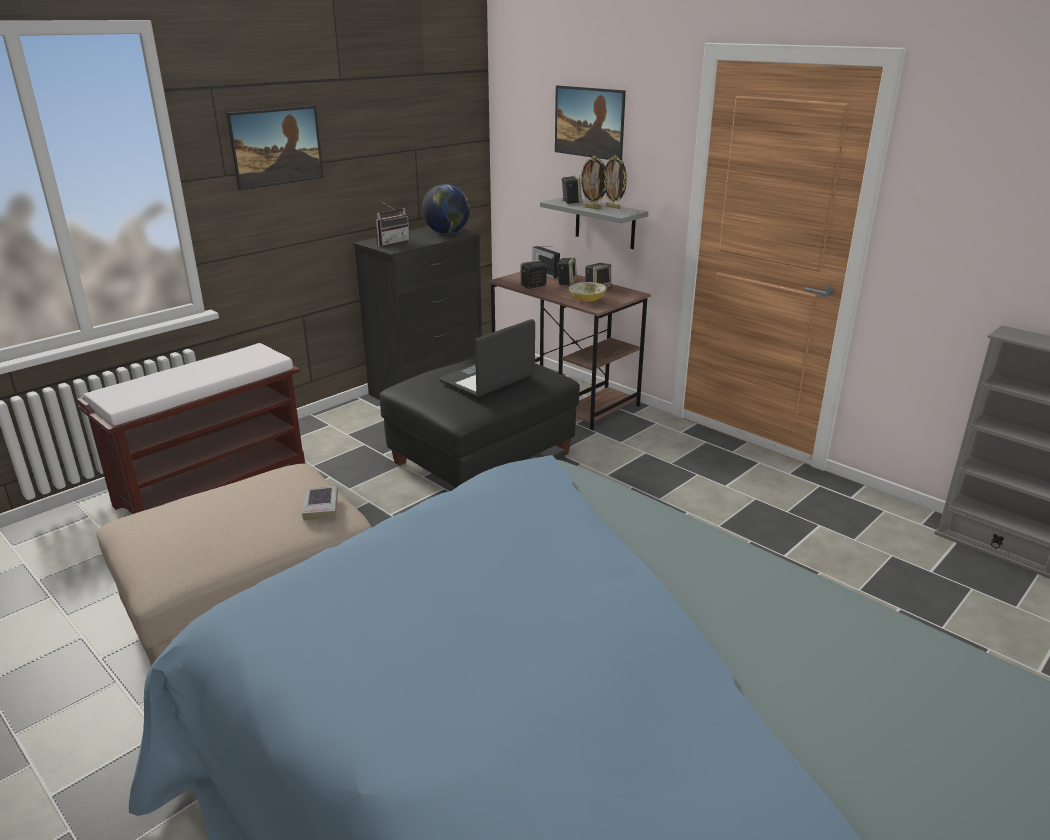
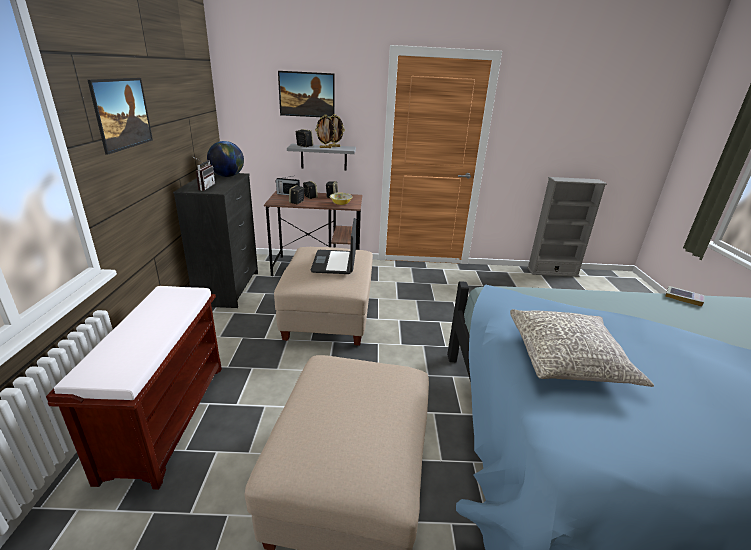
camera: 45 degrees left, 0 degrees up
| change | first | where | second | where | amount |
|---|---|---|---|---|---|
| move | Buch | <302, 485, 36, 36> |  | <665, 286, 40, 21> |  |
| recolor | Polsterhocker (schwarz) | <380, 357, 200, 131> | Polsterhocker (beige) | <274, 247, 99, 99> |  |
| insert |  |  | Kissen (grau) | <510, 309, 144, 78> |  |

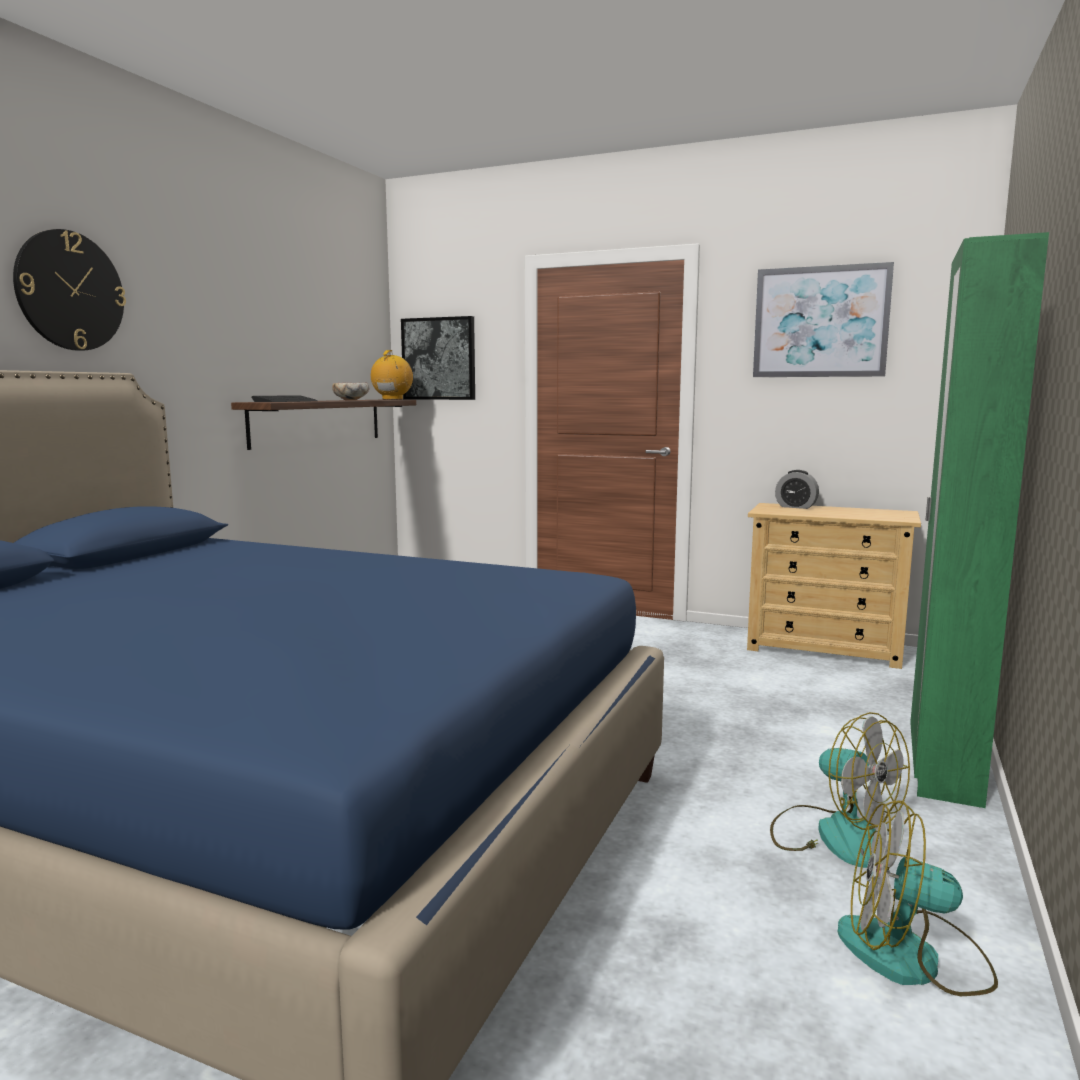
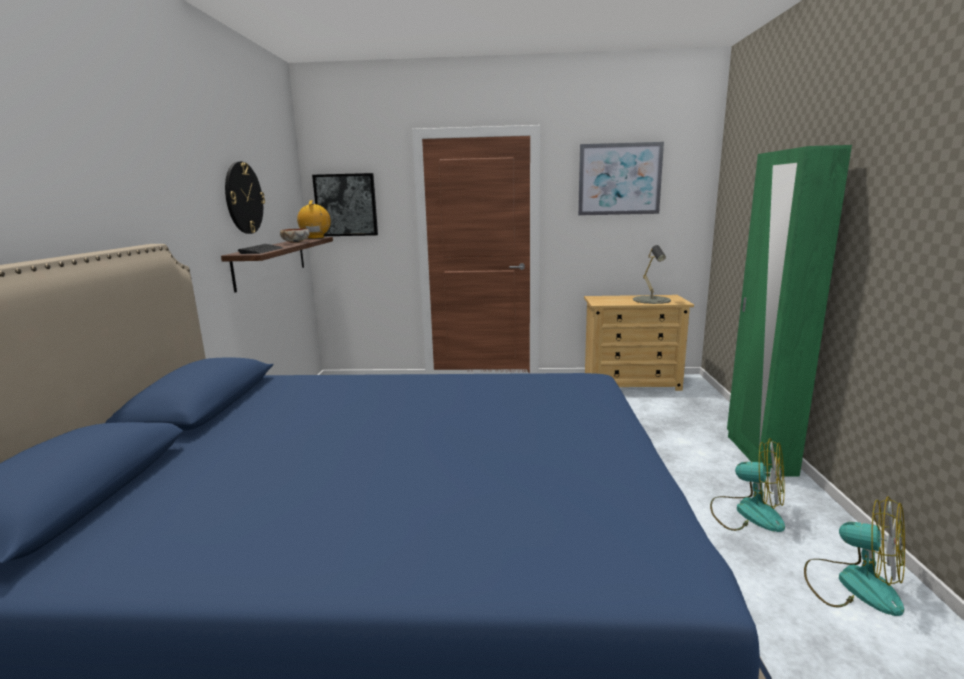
camera: 20 degrees left, 5 degrees up
| change | first | where | second | where | amount |
|---|---|---|---|---|---|
| move | Wanduhr | <13, 229, 113, 122> |  | <225, 161, 40, 73> |  |
| delete | Wecker | <775, 470, 44, 39> |  |  |  |
| rotate | Ventilator | <838, 801, 160, 195> |  | <804, 496, 101, 120> | 135 degrees counterclockwise |
| insert |  |  | Tischlampe (grau) | <633, 245, 38, 59> |  |

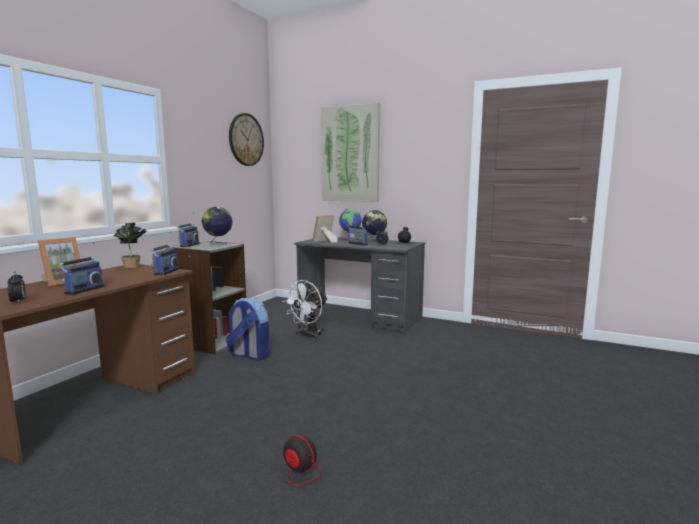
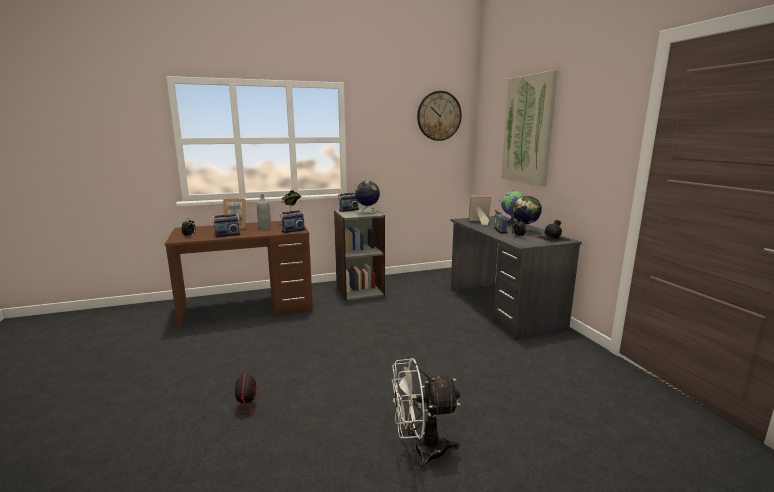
camera: 45 degrees right, 5 degrees up
| change | first | where | second | where | amount |
|---|---|---|---|---|---|
| delete | Rucksack | <226, 298, 44, 62> |  |  |  |
| move | Ventilator (weiß) | <283, 280, 45, 60> |  | <392, 358, 68, 113> |  |
| insert |  |  | Flasche (grau) | <257, 194, 14, 36> |  |

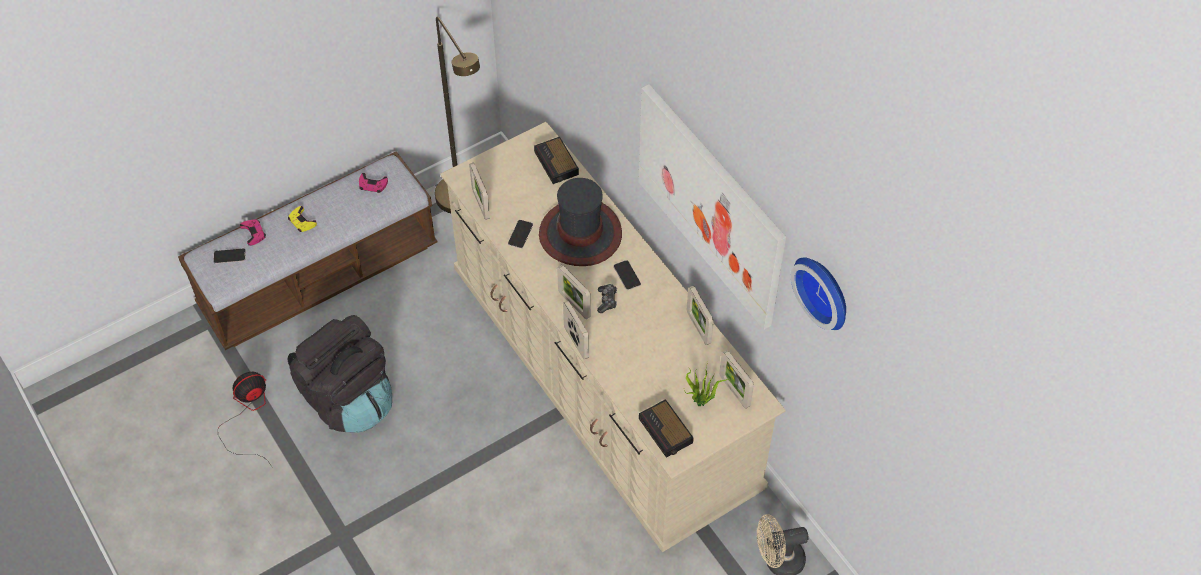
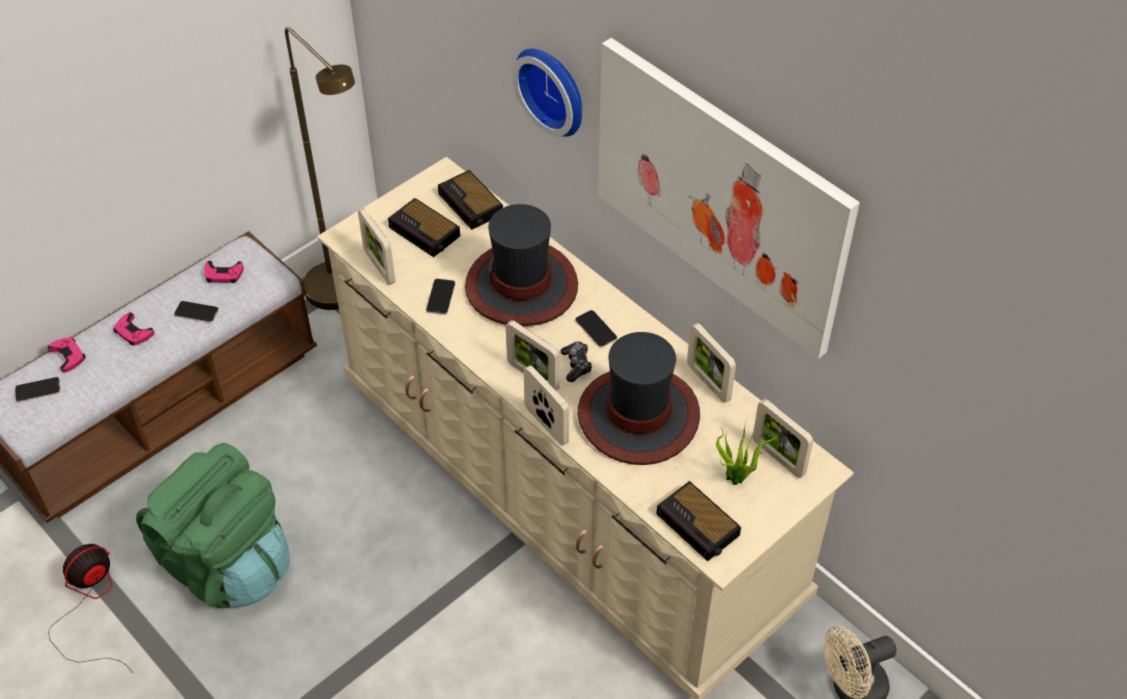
camera: 10 degrees left, 5 degrees down
| change | first | where | second | where | amount |
|---|---|---|---|---|---|
| recolor | Gamepad (gelb) | <288, 206, 29, 26> | Gamepad (rosa) | <113, 312, 42, 33> |  |
| recolor | Rucksack (schwarz) | <288, 315, 104, 118> | Rucksack (grün) | <136, 443, 154, 165> |  |
| move | Wanduhr | <791, 257, 55, 73> |  | <512, 49, 70, 88> |  |
| insert |  |  | Handy | <174, 301, 45, 22> |  |
| insert |  |  | Wecker | <388, 198, 72, 59> |  |
| insert |  |  | Hut | <578, 332, 122, 133> |  |

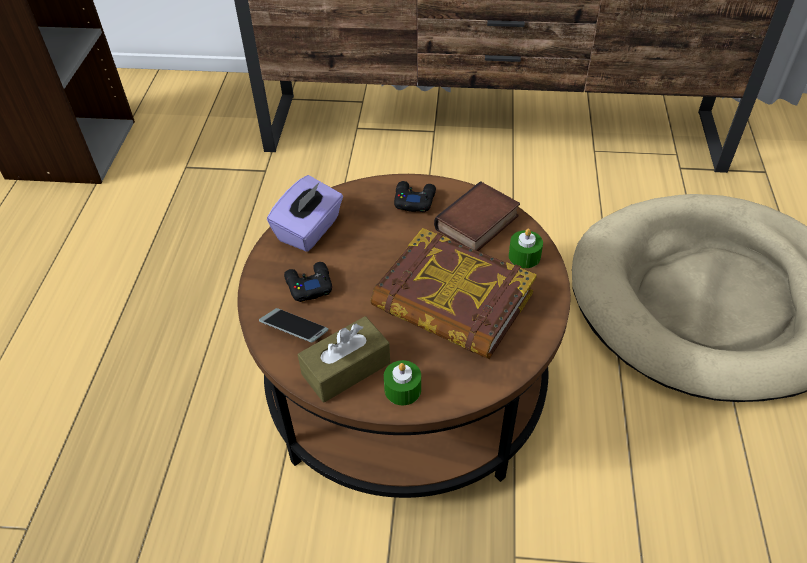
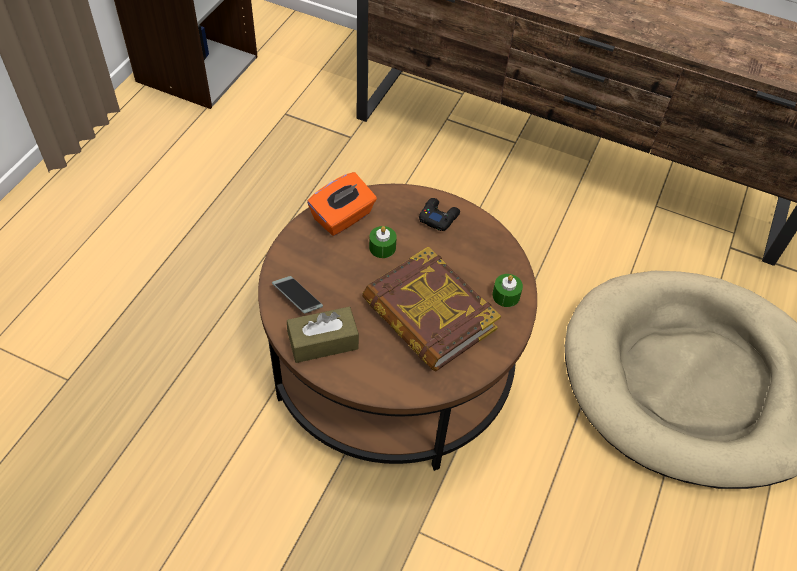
camera: 15 degrees right, 5 degrees up
| change | first | where | second | where | amount |
|---|---|---|---|---|---|
| recolor | Taschentuchbox (lila) | <267, 175, 76, 77> | Taschentuchbox (orange) | <307, 172, 70, 64> |  |
| delete | Gamepad (schwarz) | <284, 262, 48, 40> |  |  |  |
| move | Kerze (grün) | <384, 360, 37, 45> |  | <369, 226, 28, 32> |  |
| delete | Buch | <434, 181, 86, 70> |  |  |  |

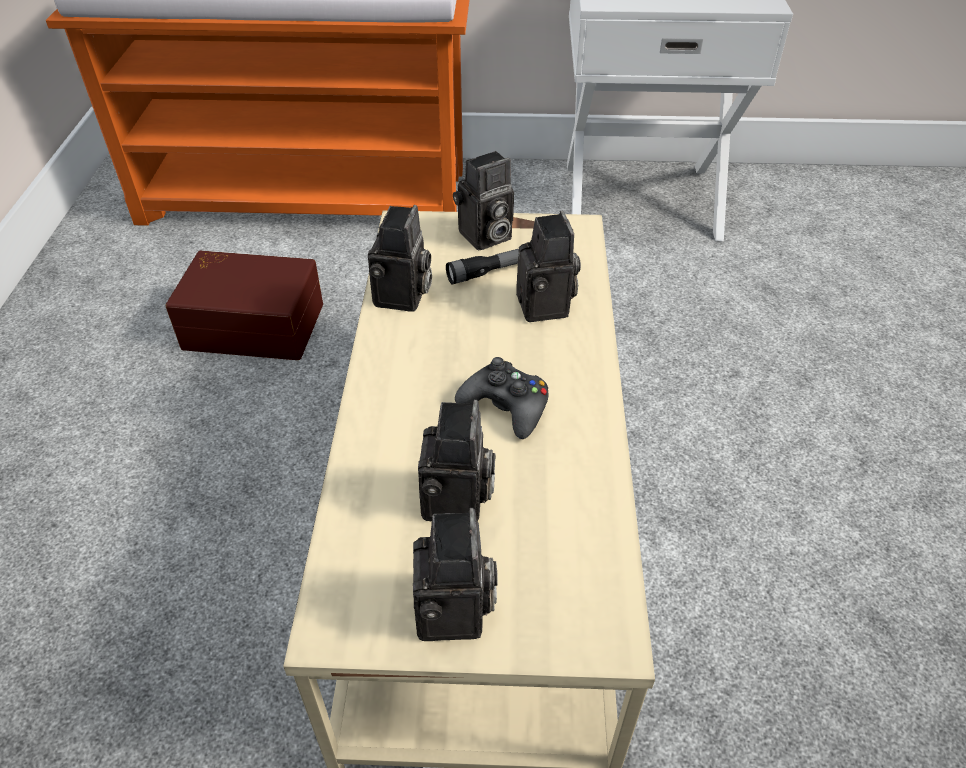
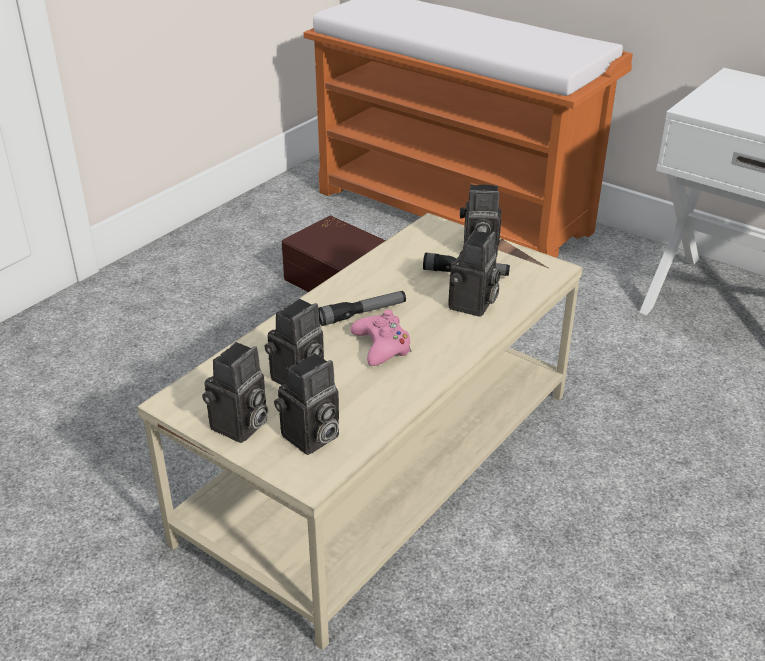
camera: 35 degrees right, 10 degrees down
| change | first | where | second | where | amount |
|---|---|---|---|---|---|
| move | Kamera | <368, 205, 64, 107> |  | <274, 353, 65, 102> |  |
| recolor | Gamepad (schwarz) | <455, 357, 94, 82> | Gamepad (rosa) | <351, 310, 60, 56> |  |
| insert |  |  | Taschenlampe | <318, 291, 88, 35> |  |

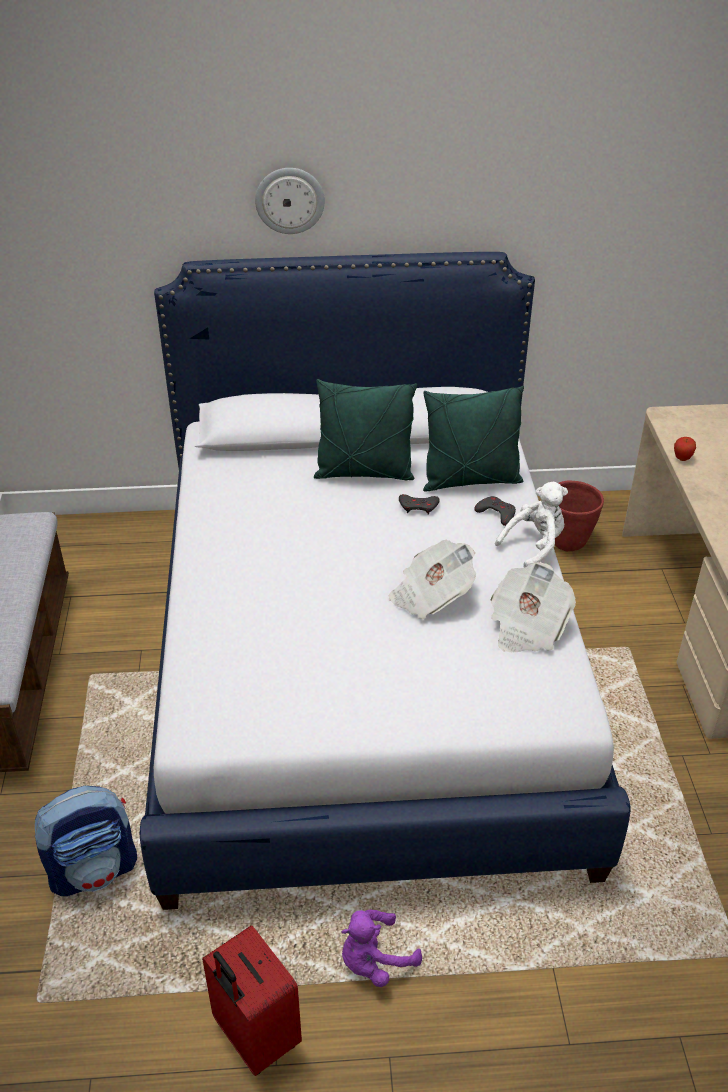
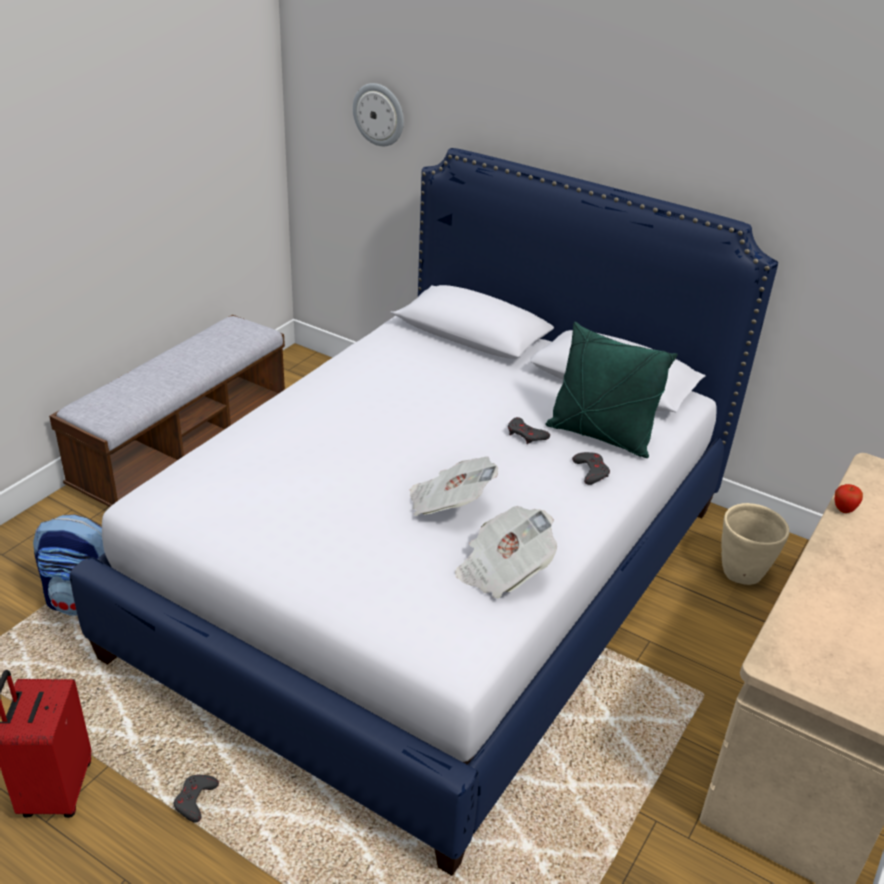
camera: 35 degrees right, 5 degrees down
| change | first | where | second | where | amount |
|---|---|---|---|---|---|
| move | Wanduhr | <255, 168, 70, 66> |  | <353, 83, 51, 63> |  |
| delete | Kissen (grün) | <314, 379, 103, 101> |  |  |  |
| replace | Plüschtier (lila) | <341, 910, 81, 77> | Gamepad (grau) | <174, 775, 45, 48> |  |
| delete | Plüschtier (weiß) | <495, 482, 73, 85> |  |  |  |
| recolor | Pflanzkübel (rot) | <555, 481, 49, 70> | Pflanzkübel (beige) | <722, 503, 68, 82> |  |

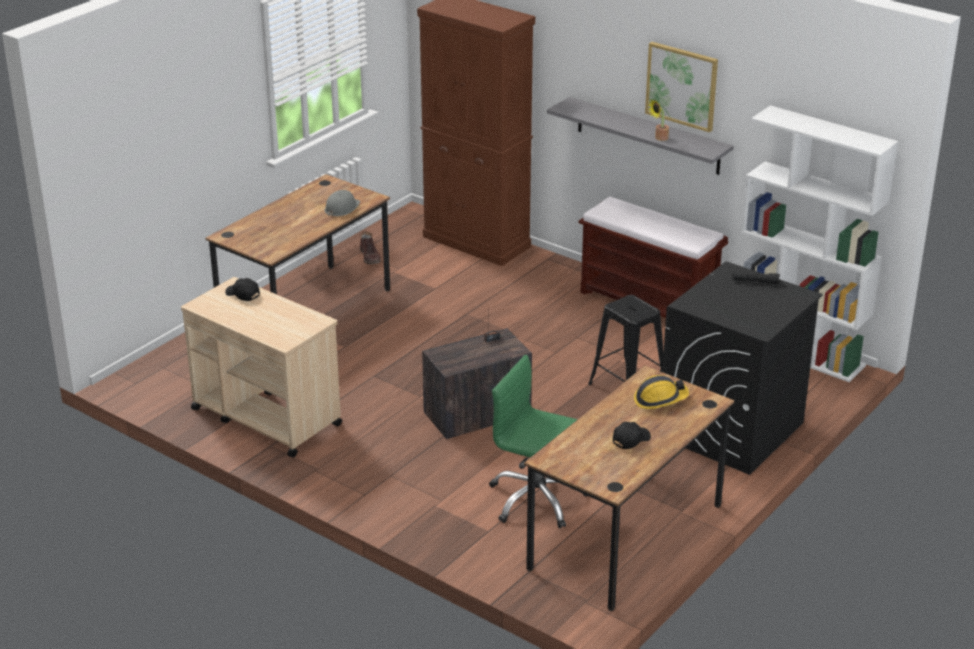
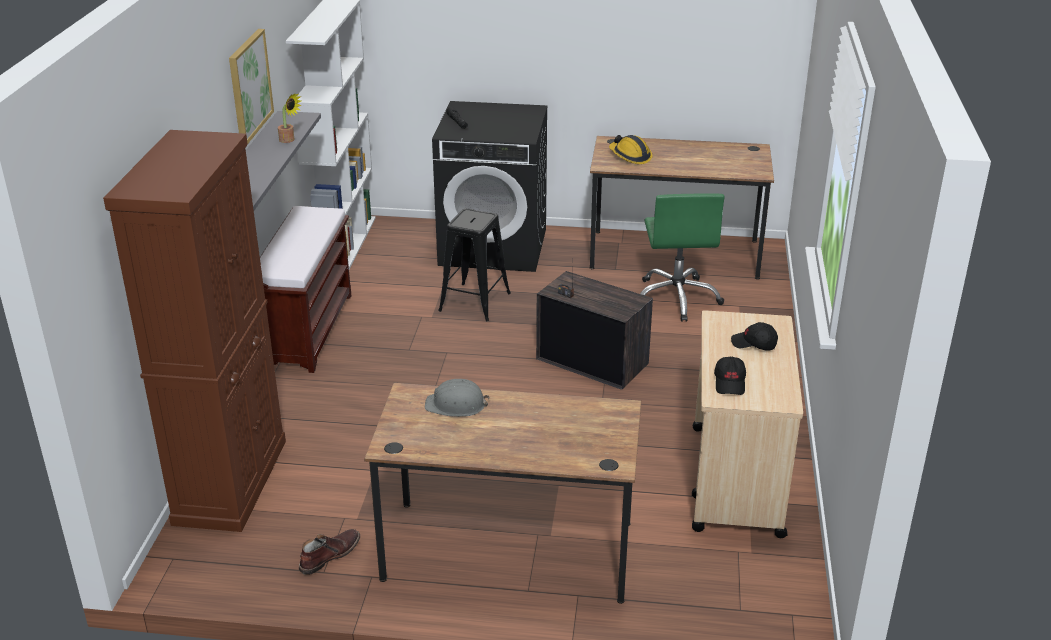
camera: 120 degrees left, 0 degrees up
| change | first | where | second | where | amount |
|---|---|---|---|---|---|
| move | Kappe (schwarz) | <613, 422, 38, 27> |  | <731, 322, 47, 28> |  |

